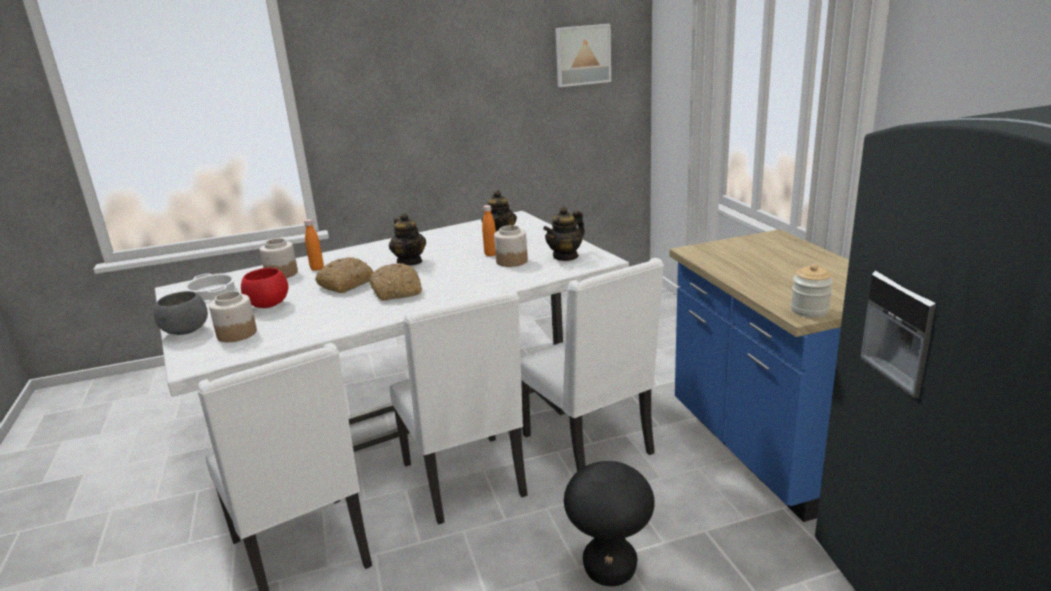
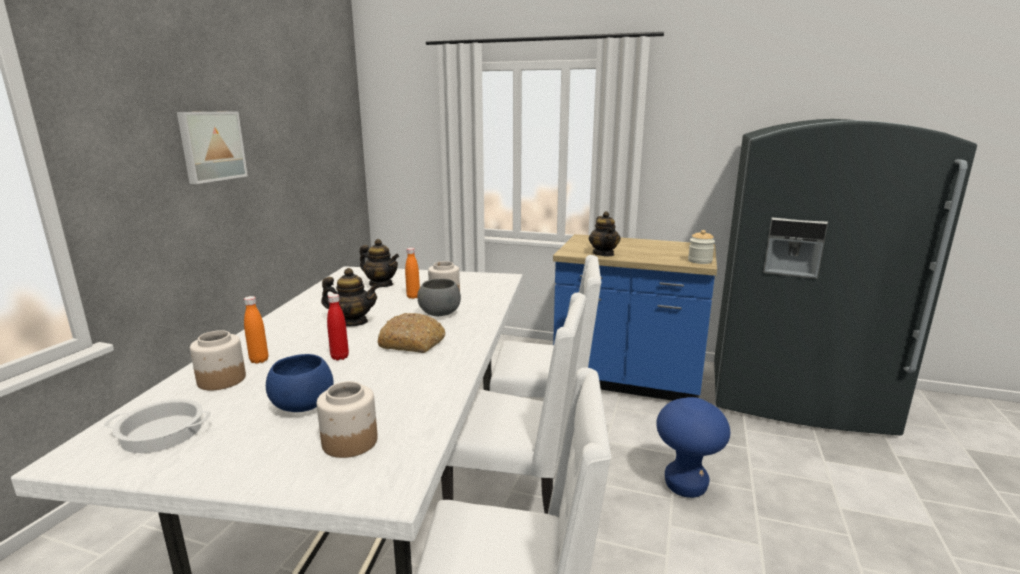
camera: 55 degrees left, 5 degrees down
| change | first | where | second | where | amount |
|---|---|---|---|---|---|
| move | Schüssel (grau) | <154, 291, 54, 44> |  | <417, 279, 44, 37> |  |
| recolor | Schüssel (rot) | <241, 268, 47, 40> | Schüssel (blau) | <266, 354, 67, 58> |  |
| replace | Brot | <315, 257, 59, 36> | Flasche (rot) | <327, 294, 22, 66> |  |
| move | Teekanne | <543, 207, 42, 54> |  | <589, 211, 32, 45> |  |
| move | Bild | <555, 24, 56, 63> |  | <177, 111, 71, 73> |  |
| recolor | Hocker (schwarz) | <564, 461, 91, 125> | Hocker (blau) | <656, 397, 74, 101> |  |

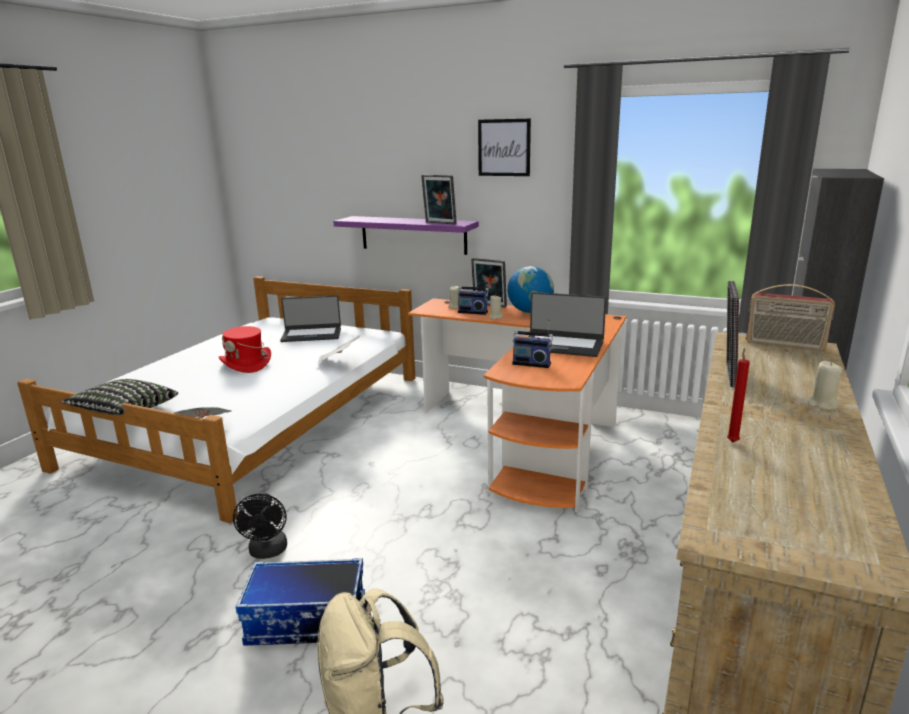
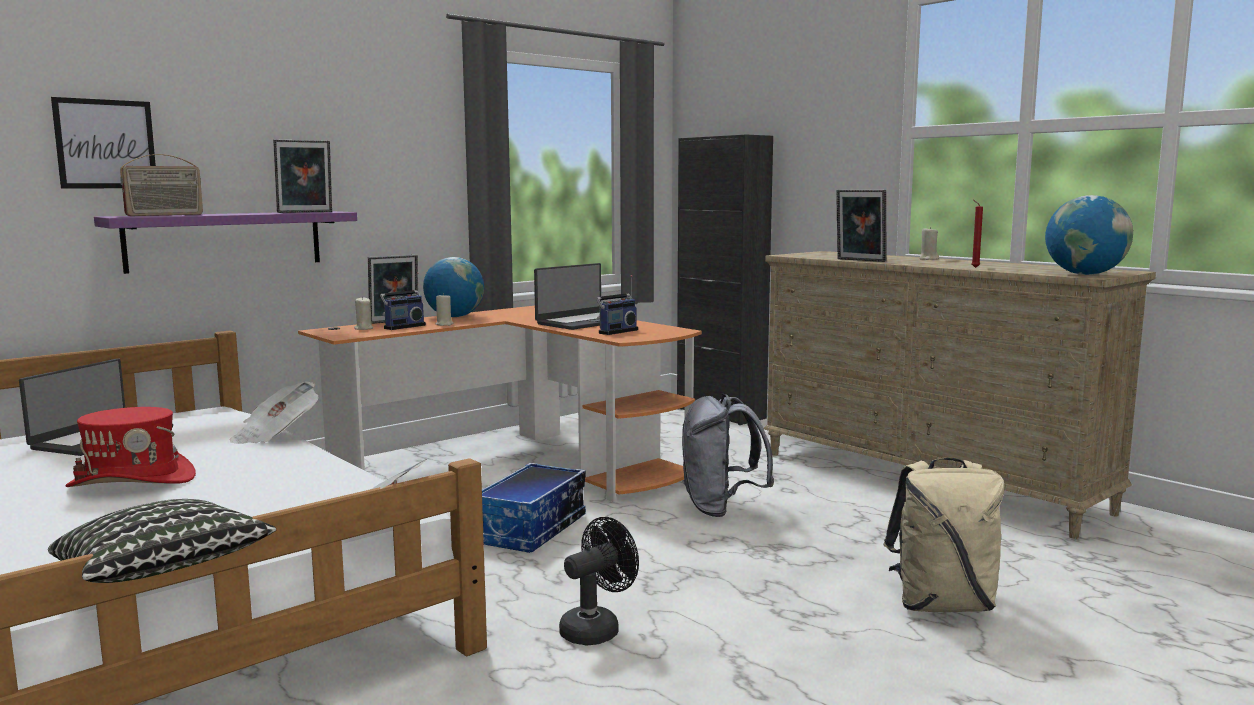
camera: 65 degrees left, 10 degrees down
| change | first | where | second | where | amount |
|---|---|---|---|---|---|
| rotate | Ventilator (schwarz) | <233, 493, 54, 66> |  | <559, 517, 80, 129> | 60 degrees counterclockwise |
| move | Aufbewahrungsbox | <236, 558, 129, 88> |  | <482, 463, 104, 90> |  |
| move | Bild | <478, 119, 53, 57> |  | <51, 97, 105, 92> |  |
| move | Radio | <746, 284, 89, 67> |  | <120, 154, 83, 62> |  |
| insert |  |  | Rucksack (grau) | <682, 394, 92, 123> |  |
| insert |  |  | Globus | <1045, 195, 88, 80> |  |

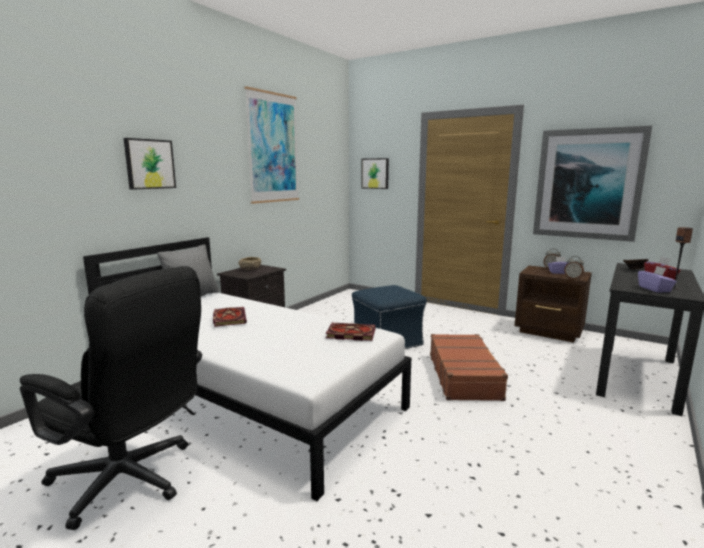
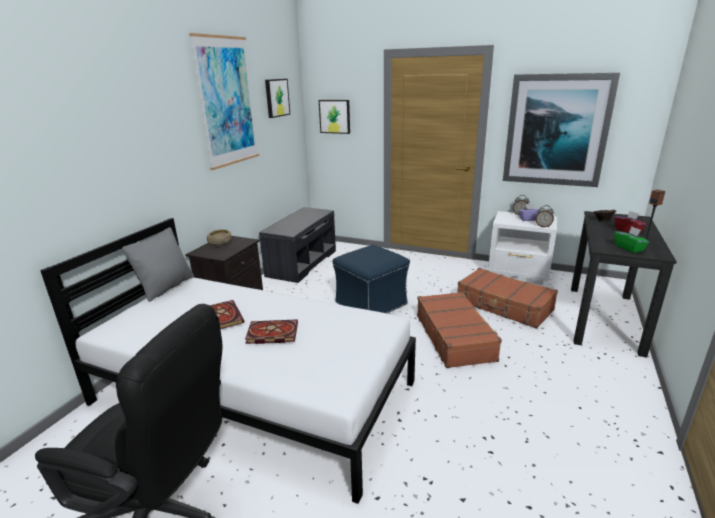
camera: 10 degrees left, 10 degrees up
| change | first | where | second | where | amount |
|---|---|---|---|---|---|
| move | Bild | <124, 138, 52, 52> |  | <265, 79, 25, 39> |  |
| move | Buch | <326, 323, 50, 18> |  | <245, 319, 53, 25> |  |
| recolor | Nachttisch (braun) | <515, 266, 77, 77> | Nachttisch (weiß) | <488, 211, 69, 74> |  |
| recolor | Taschentuchbox (lila) | <638, 266, 39, 27> | Taschentuchbox (grün) | <614, 227, 35, 26> |  |
| insert |  |  | Bank (grau) | <259, 207, 77, 76> |  |
| insert |  |  | Koffer (braun) | <457, 268, 101, 61> |  |

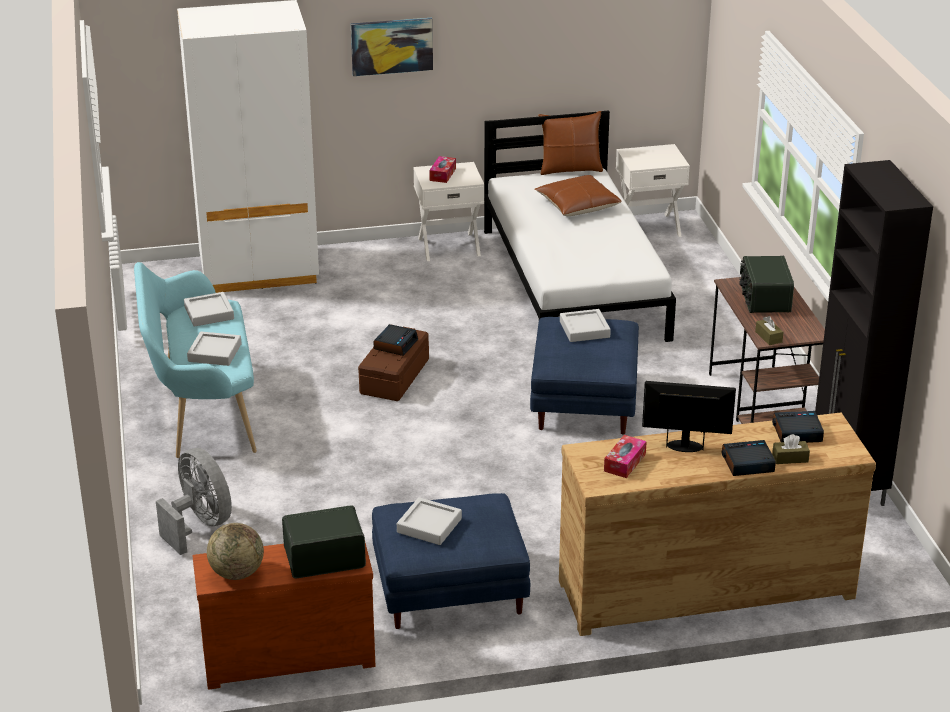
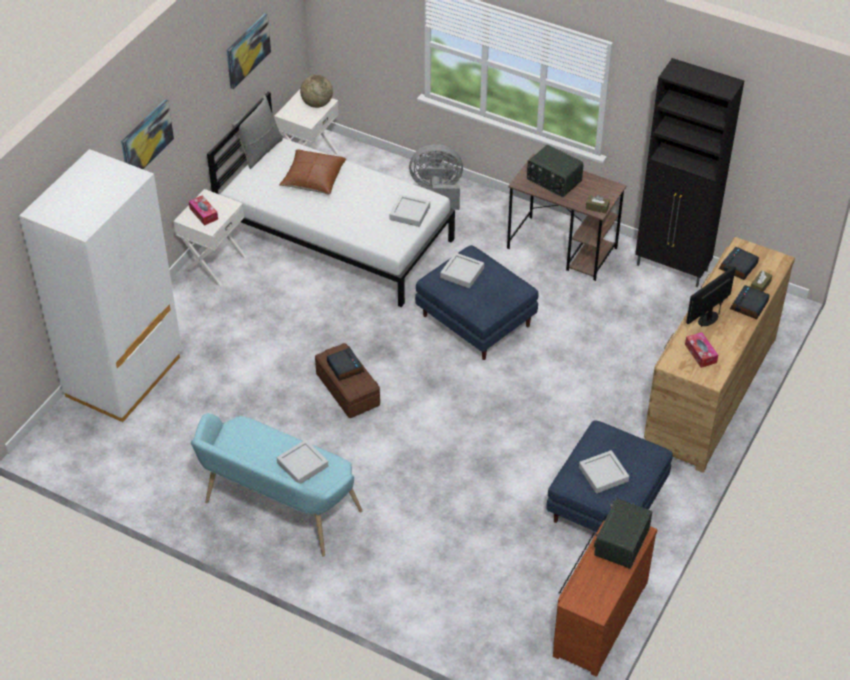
camera: 50 degrees left, 15 degrees up
| change | first | where | second | where | amount |
|---|---|---|---|---|---|
| move | Ventilator (grau) | <156, 448, 76, 107> |  | <409, 144, 54, 66> |  |
| move | Tablett (grau) | <184, 292, 50, 35> |  | <389, 194, 41, 33> |  |
| move | Globus | <207, 523, 57, 57> |  | <300, 75, 33, 33> |  |
| recolor | Kissen (braun) | <538, 111, 65, 64> | Kissen (grau) | <232, 95, 51, 74> |  |
| insert |  |  | Bild | <226, 14, 45, 75> |  |

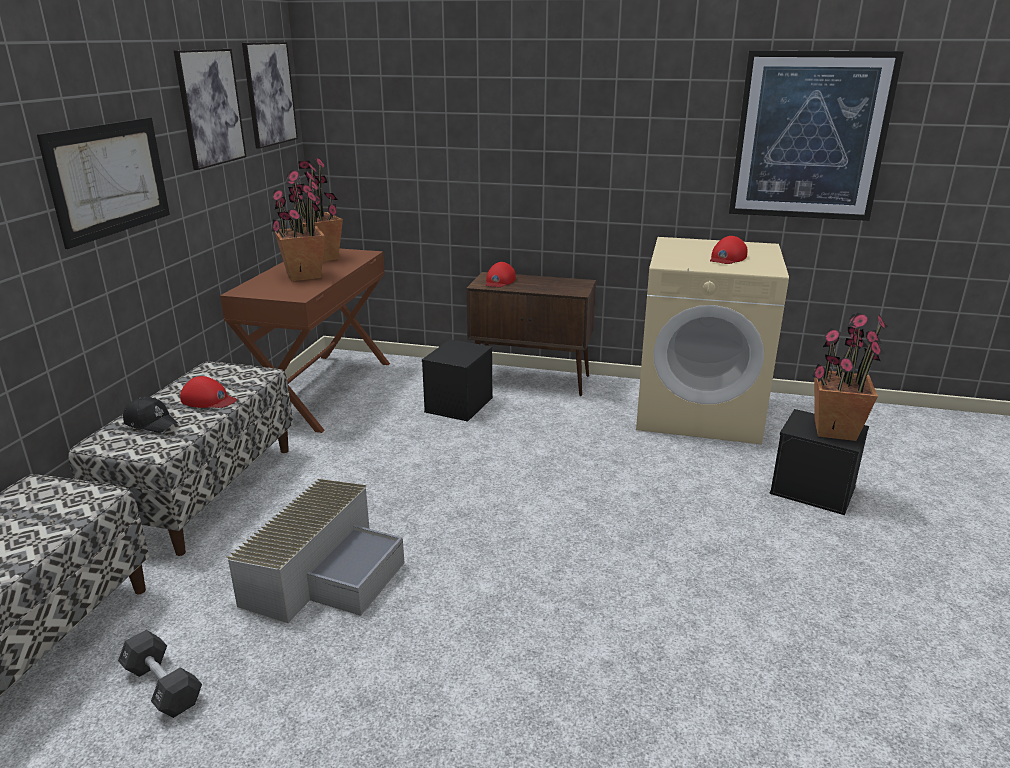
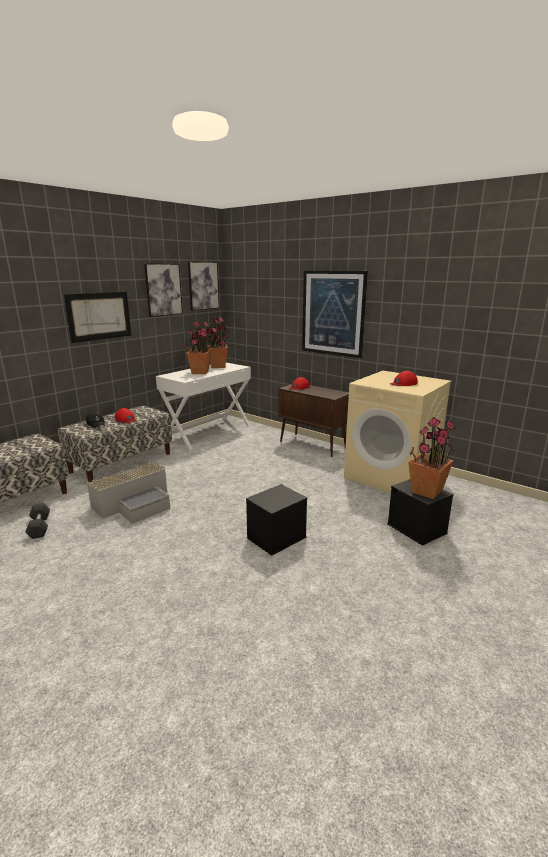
camera: 25 degrees right, 5 degrees down
| change | first | where | second | where | amount |
|---|---|---|---|---|---|
| recolor | Schreibtisch (braun) | <220, 249, 170, 184> | Schreibtisch (weiß) | <156, 363, 95, 87> |  |
| move | Aufbewahrungsbox (schwarz) | <422, 339, 71, 83> |  | <246, 484, 62, 72> |  |
| move | Bild | <729, 50, 175, 171> |  | <302, 271, 66, 87> |  |

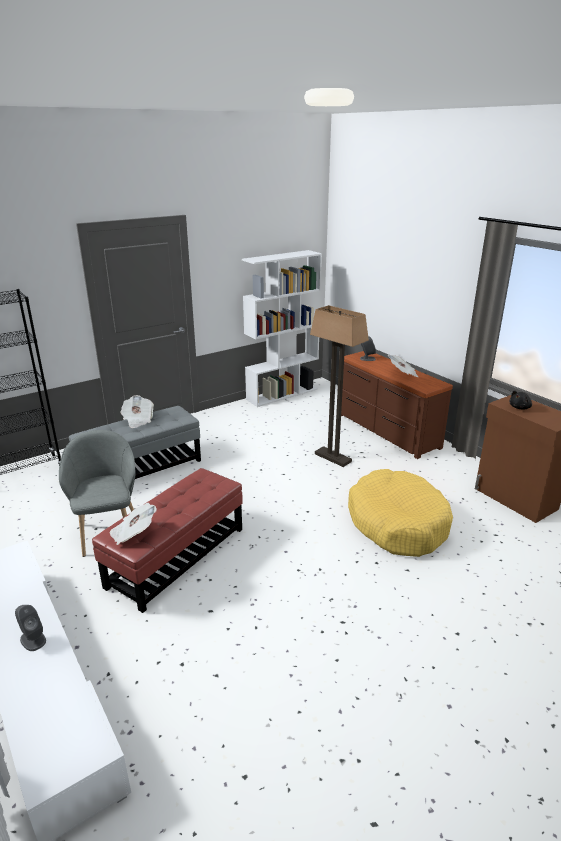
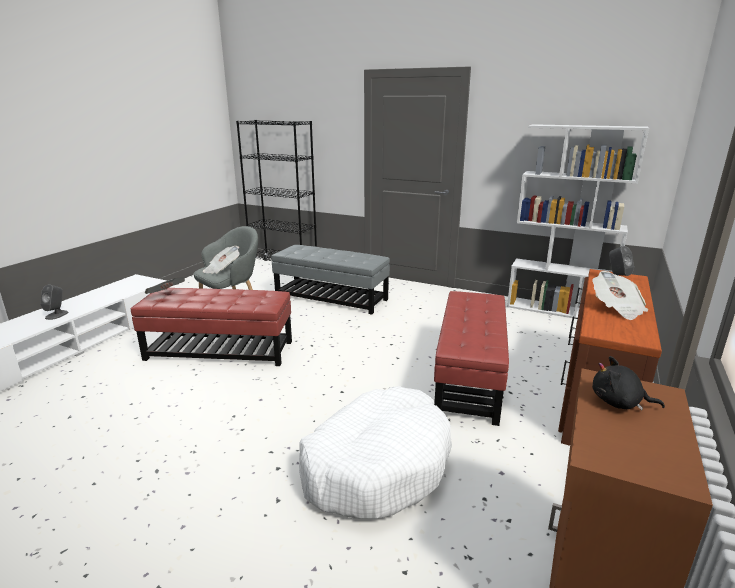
camera: 60 degrees right, 5 degrees down
| change | first | where | second | where | amount |
|---|---|---|---|---|---|
| move | Zeitung | <120, 395, 34, 33> |  | <203, 246, 37, 28> |  |
| replace | Stehlampe | <310, 305, 59, 162> | Polsterhocker (rot) | <434, 291, 75, 135> |  |
| recolor | Hundebett (gelb) | <348, 469, 105, 88> | Hundebett (weiß) | <299, 386, 153, 133> |  |

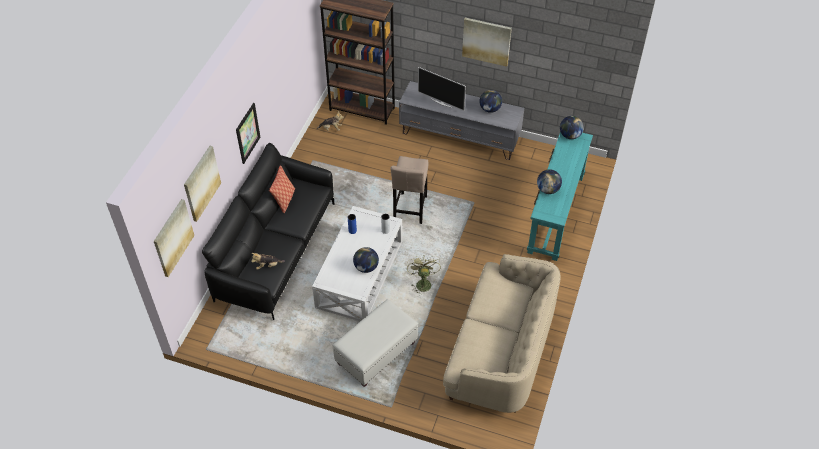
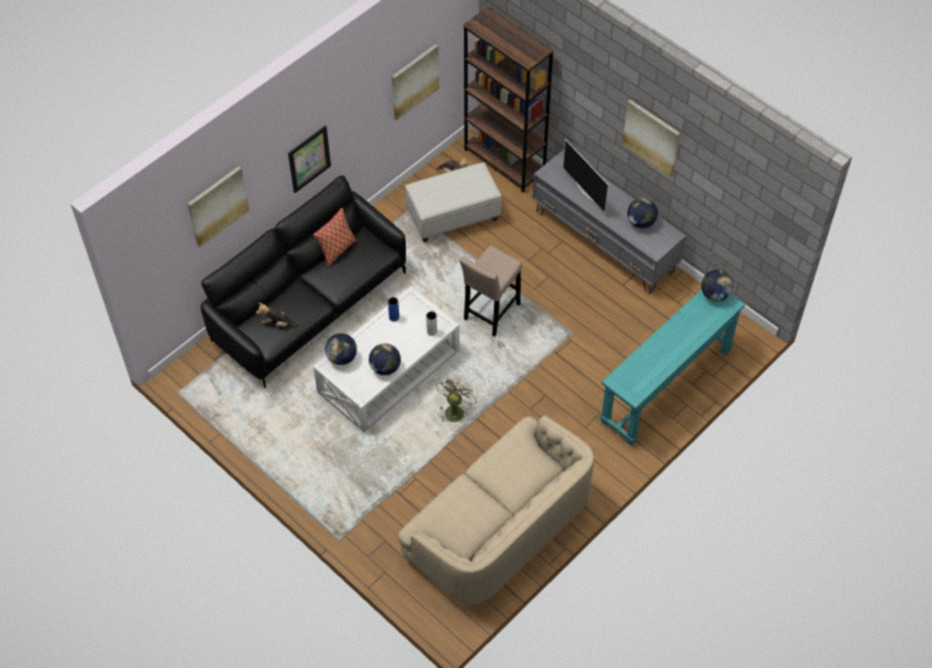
camera: 25 degrees right, 5 degrees up
| change | first | where | second | where | amount |
|---|---|---|---|---|---|
| move | Bild | <154, 199, 40, 78> |  | <392, 44, 47, 76> |  |
| move | Polsterhocker (weiß) | <332, 299, 86, 88> |  | <405, 162, 97, 80> |  |
| move | Globus | <537, 169, 25, 25> |  | <325, 333, 32, 32> |  |

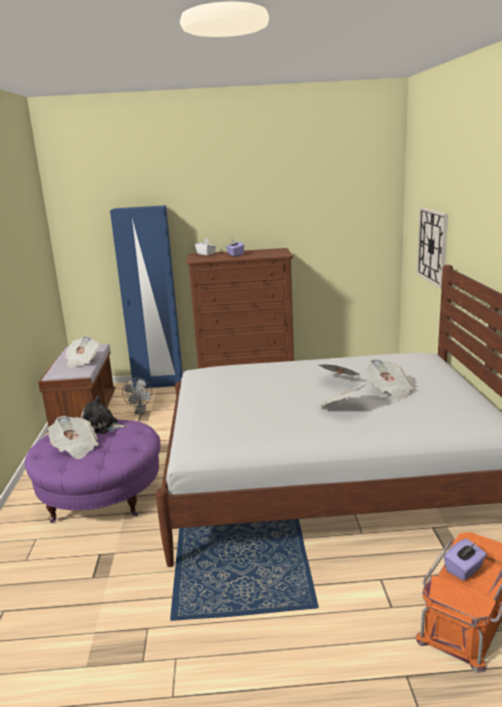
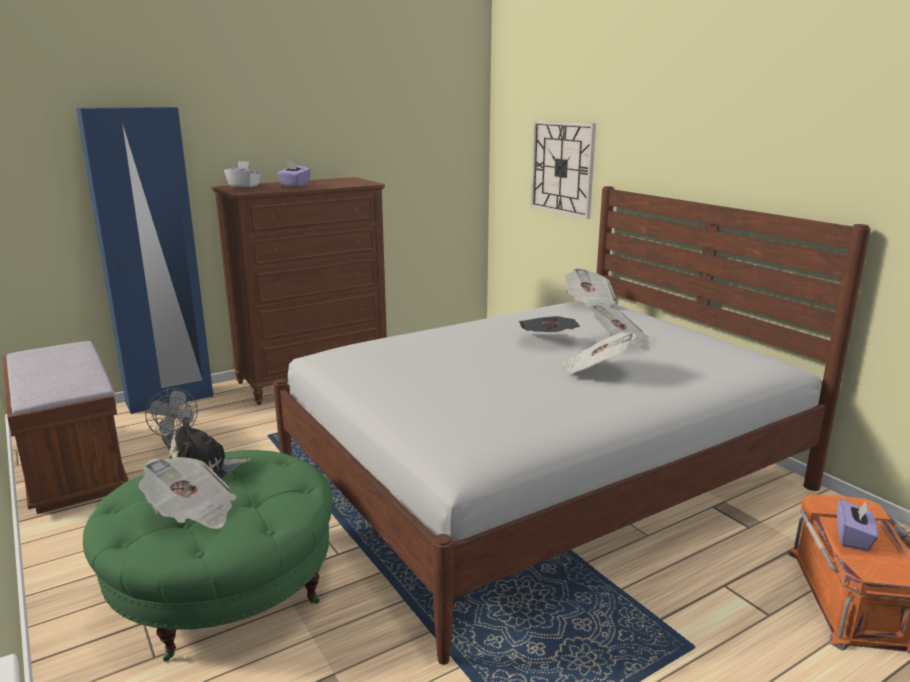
camera: 30 degrees left, 0 degrees up
| change | first | where | second | where | amount |
|---|---|---|---|---|---|
| recolor | Polsterhocker (lila) | <25, 419, 136, 104> | Polsterhocker (grün) | <83, 450, 250, 212> |  |
| move | Zeitung | <65, 336, 34, 32> |  | <565, 268, 51, 43> |  |

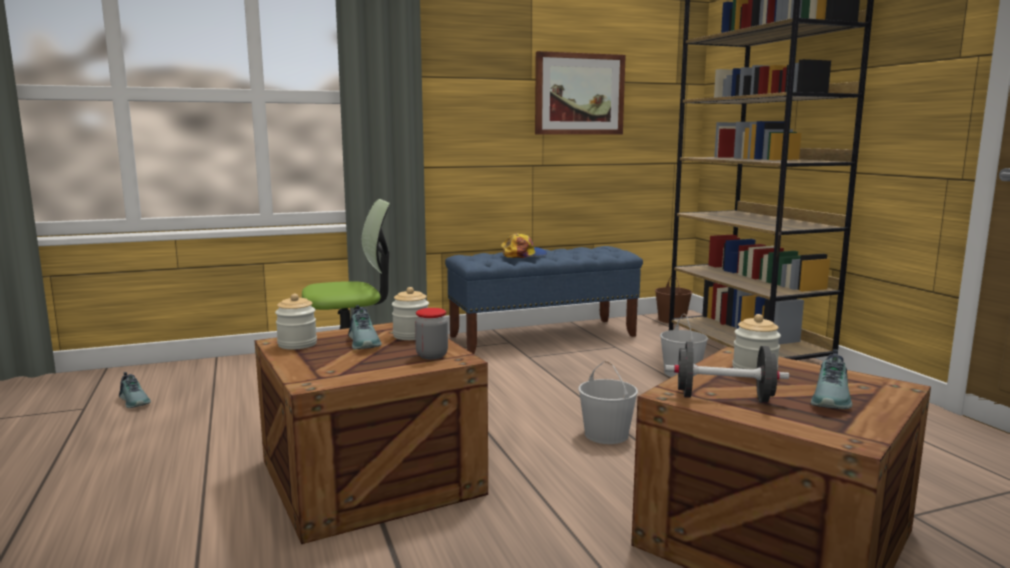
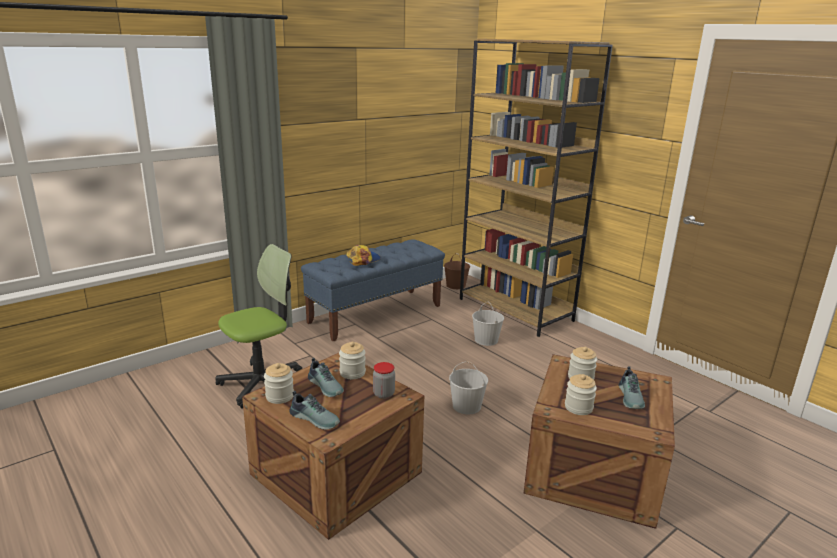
camera: 20 degrees left, 10 degrees up
| change | first | where | second | where | amount |
|---|---|---|---|---|---|
| move | Schuh | <119, 372, 32, 36> |  | <289, 391, 51, 39> |  |
| delete | Bild | <535, 51, 91, 84> |  |  |  |
| replace | Hantel (schwarz) | <665, 342, 124, 61> | Vorratsglas | <565, 374, 32, 41> |  |

